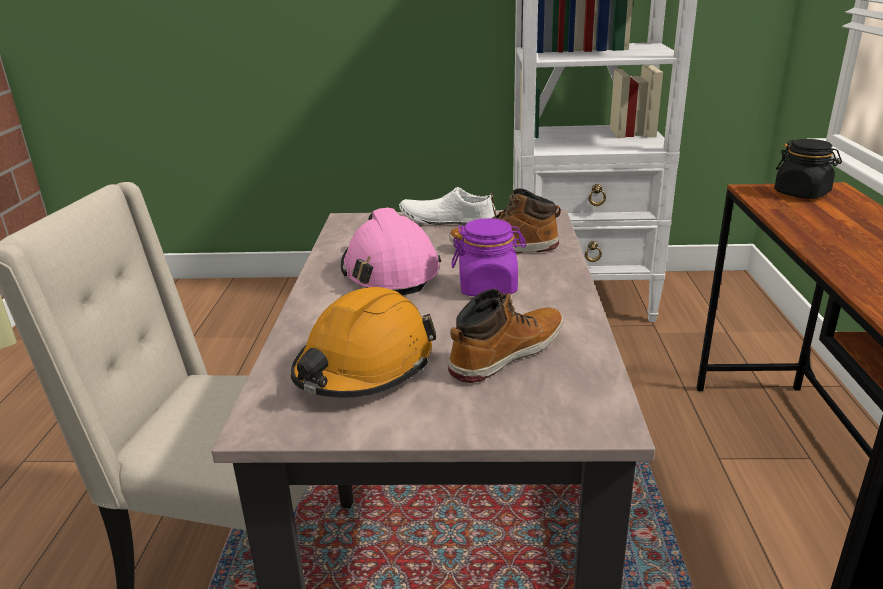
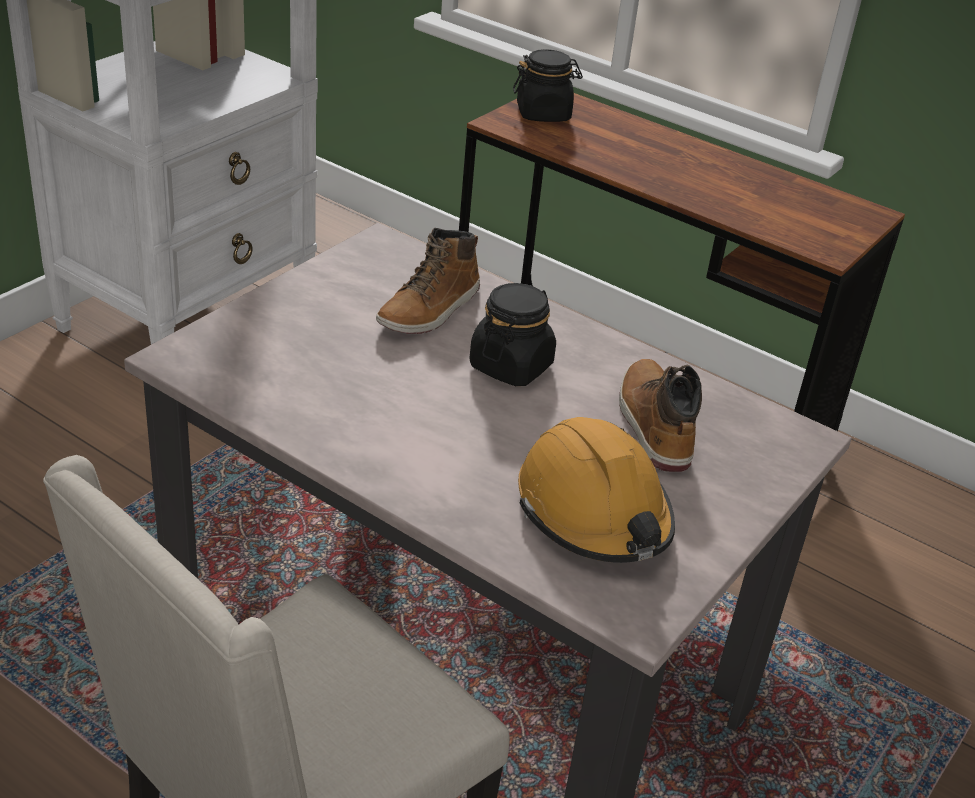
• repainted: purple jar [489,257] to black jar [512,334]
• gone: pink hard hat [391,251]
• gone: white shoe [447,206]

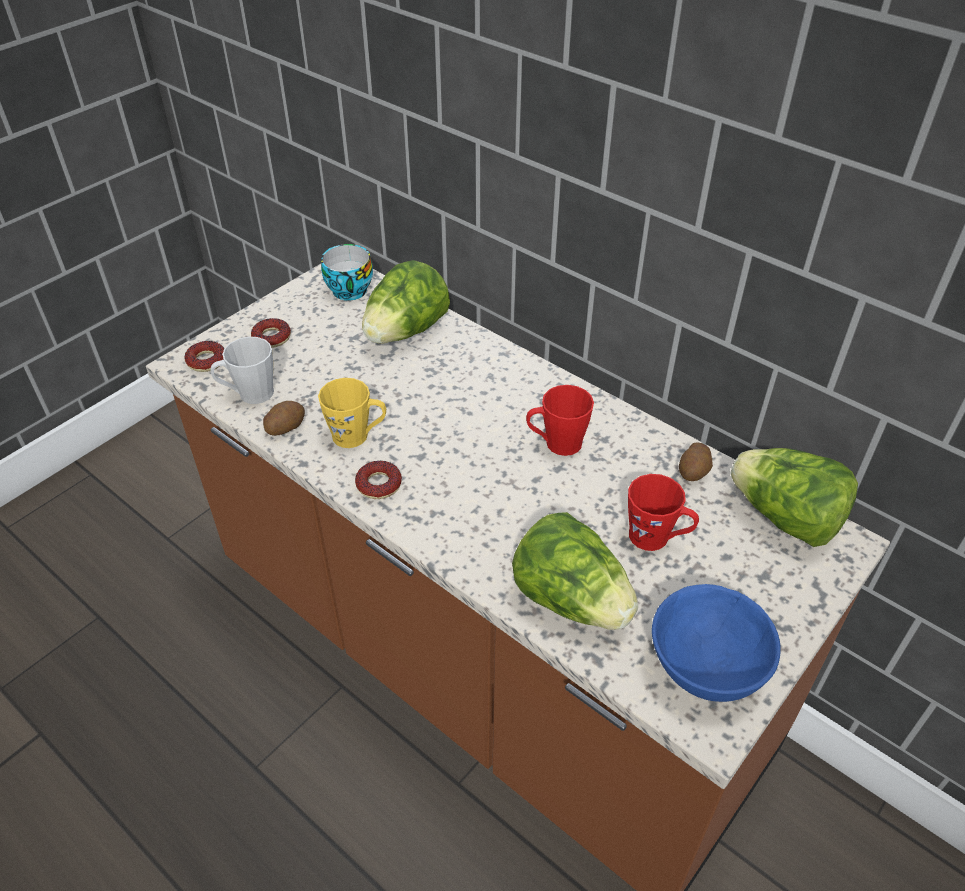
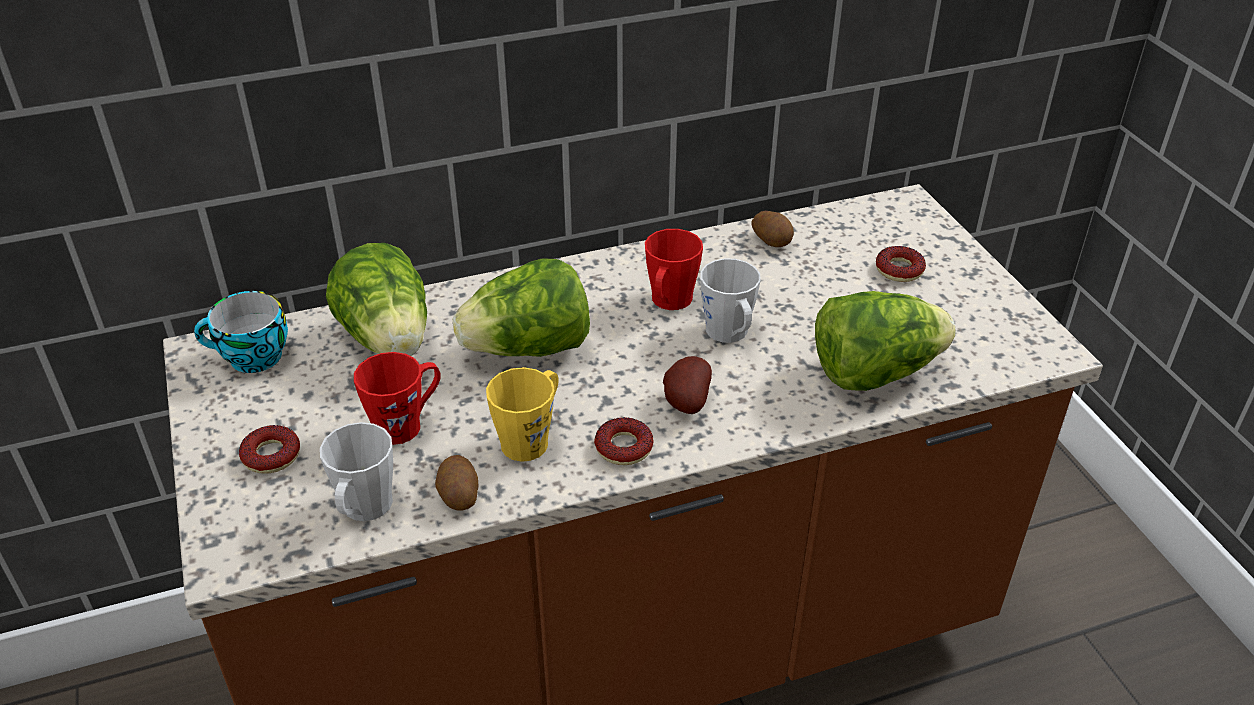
• shifted: red mug [663,512] to [397,398]
• shifted: lettuce [794,497] to [521,307]
• new: potato [687,385]
• new: grey mug [730,300]
• shifted: donut [204,356] to [901,264]
• gone: blue bowl [716,643]

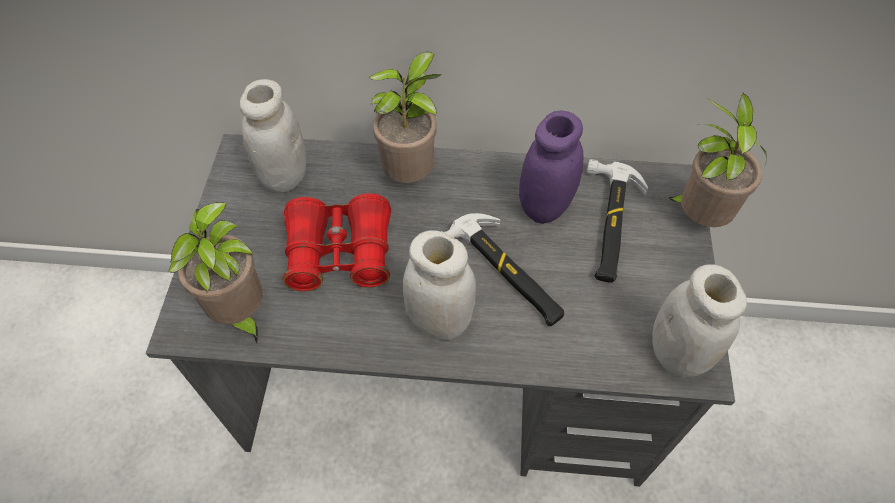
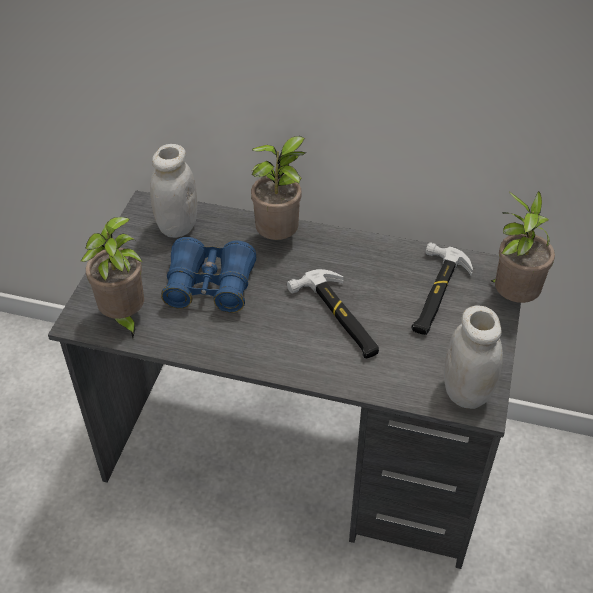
• repainted: red binoculars [336,242] to blue binoculars [208,275]
• gone: white jar [439,285]
• gone: purple jar [551,167]

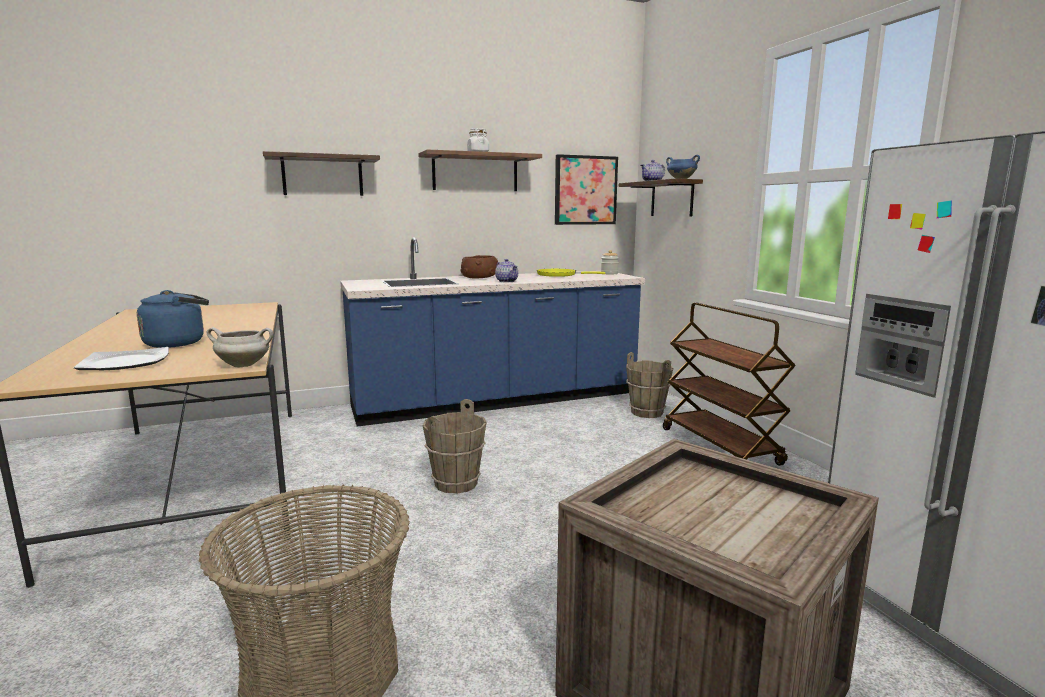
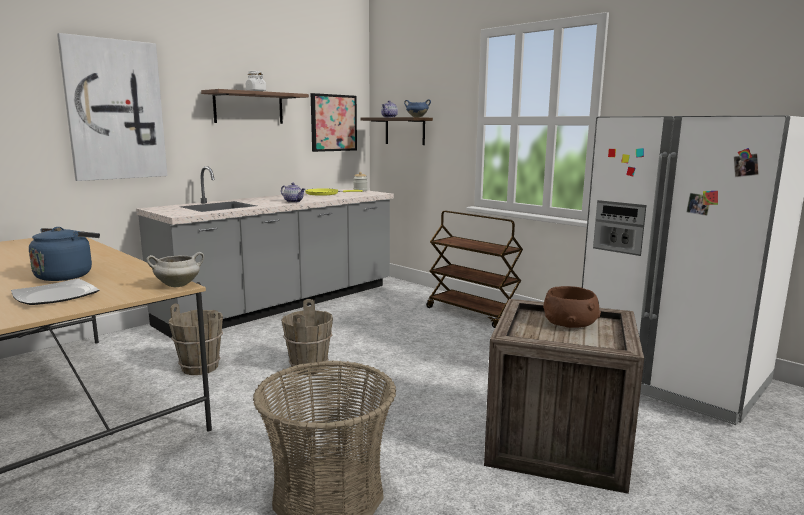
• swapped: shelf [321,173] to picture [112,107]
• repainted: blue counter [492,332] to grey counter [265,252]
• shifted: brown bucket [649,385] to [196,339]
• shifted: brown bowl [479,266] to [572,307]

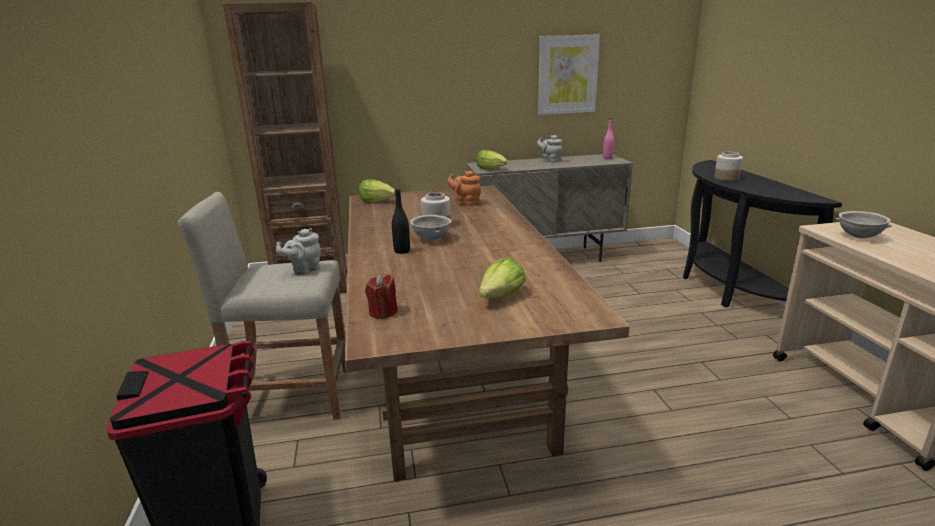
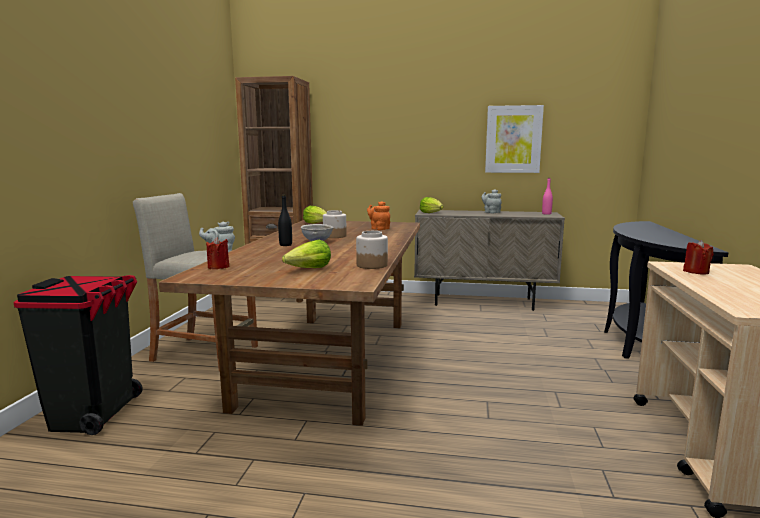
• shifted: jar [728,166] to [372,250]
• swapped: grey bowl [864,224] to red candle [698,257]

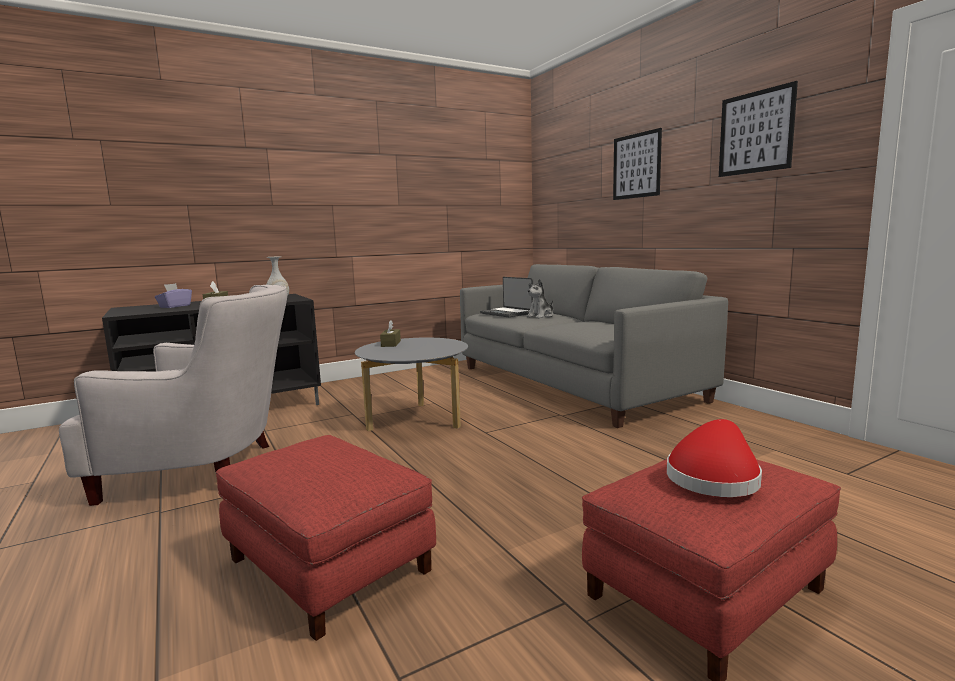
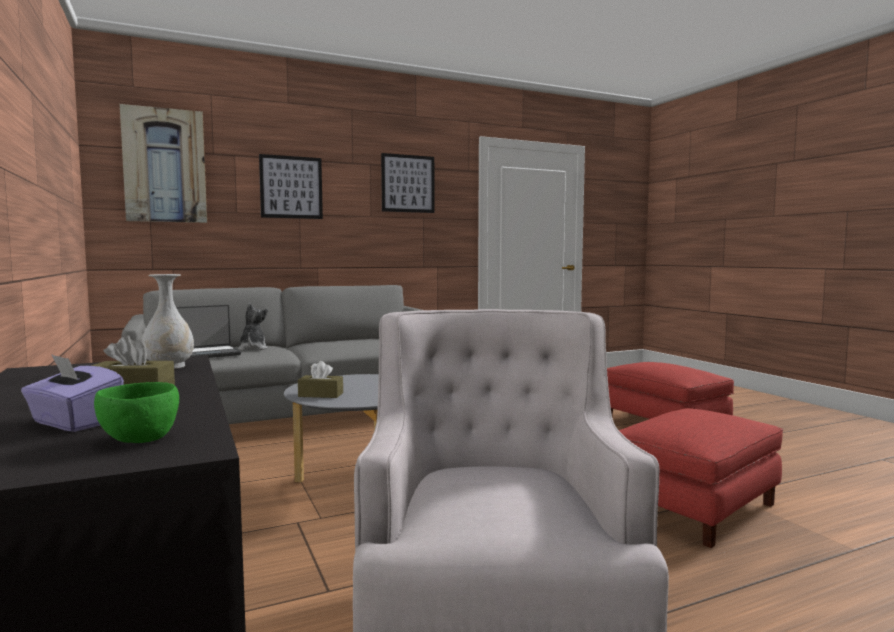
• new: green bowl [136,412]
• new: picture [163,163]
• rotated: plush toy [539,298] = [253,327] 150 degrees counterclockwise
• gone: red hat [714,458]

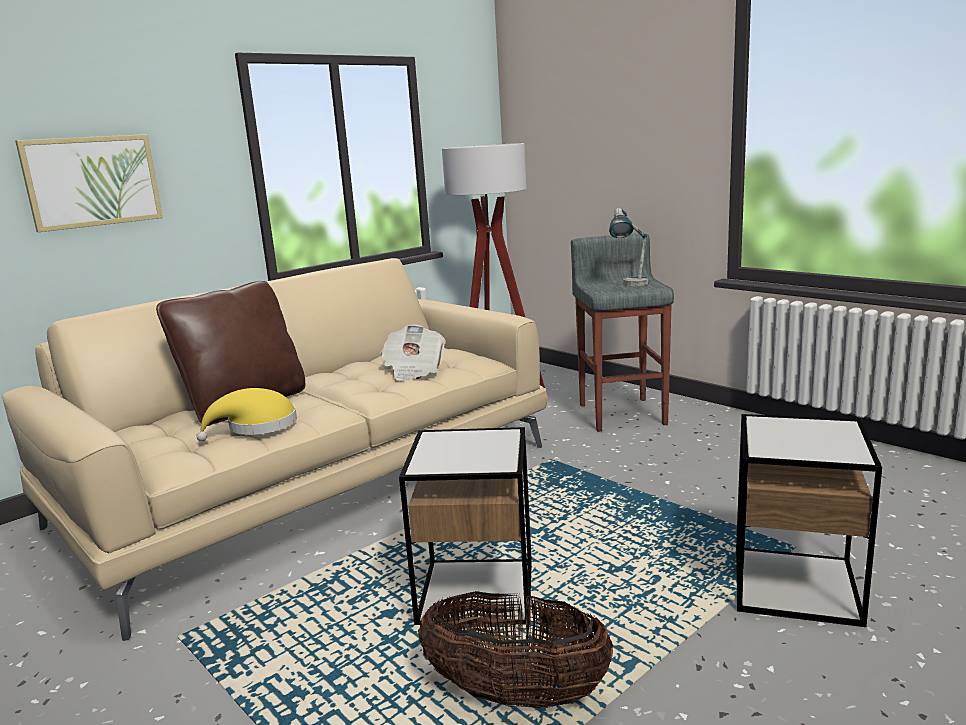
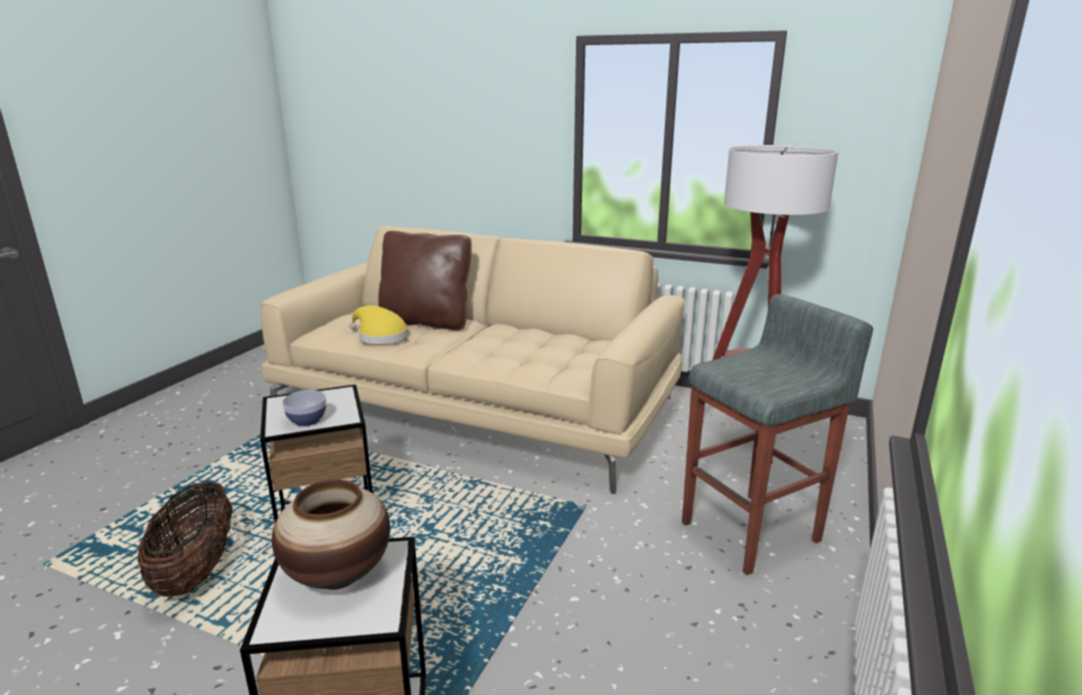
• new: vase [331,534]
• new: bowl [304,408]
• gone: picture [89,183]
• gone: newspaper [413,352]
• gone: table lamp [629,247]

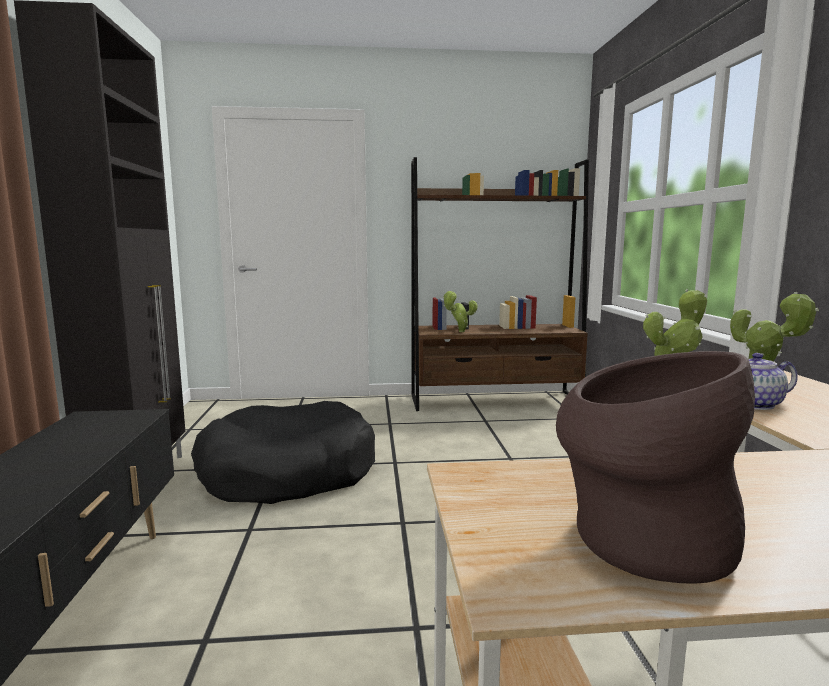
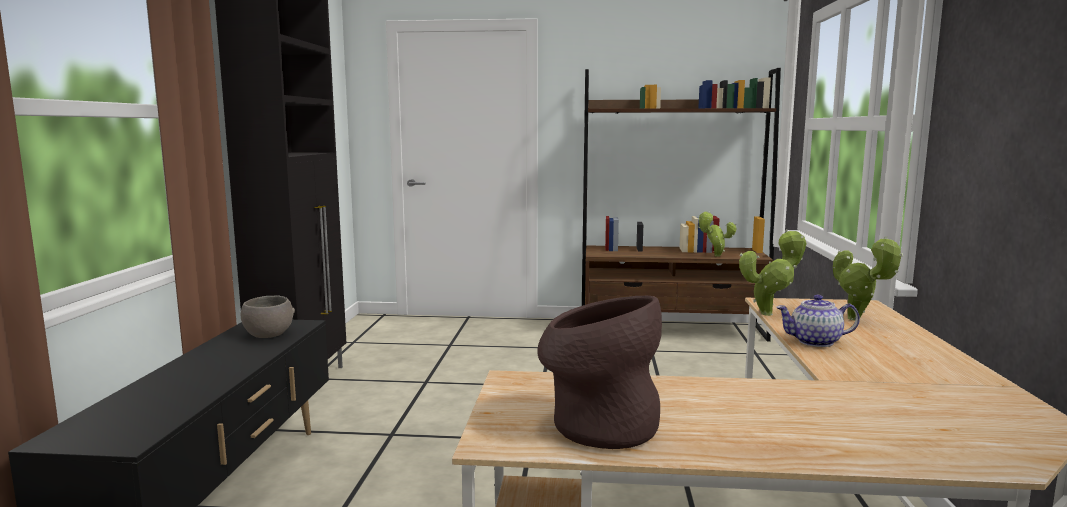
• new: grey bowl [268,317]
• shifted: potted plant [460,311] to [717,234]
• gone: black dog bed [283,452]

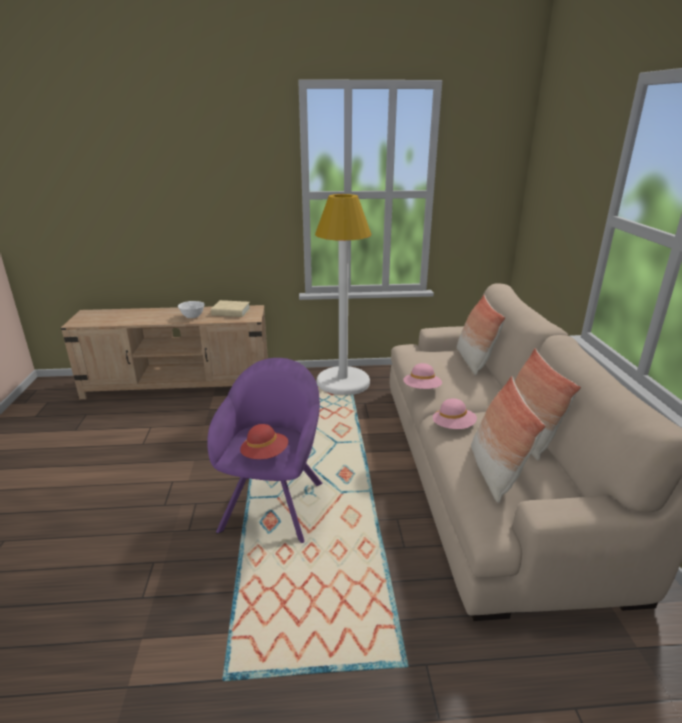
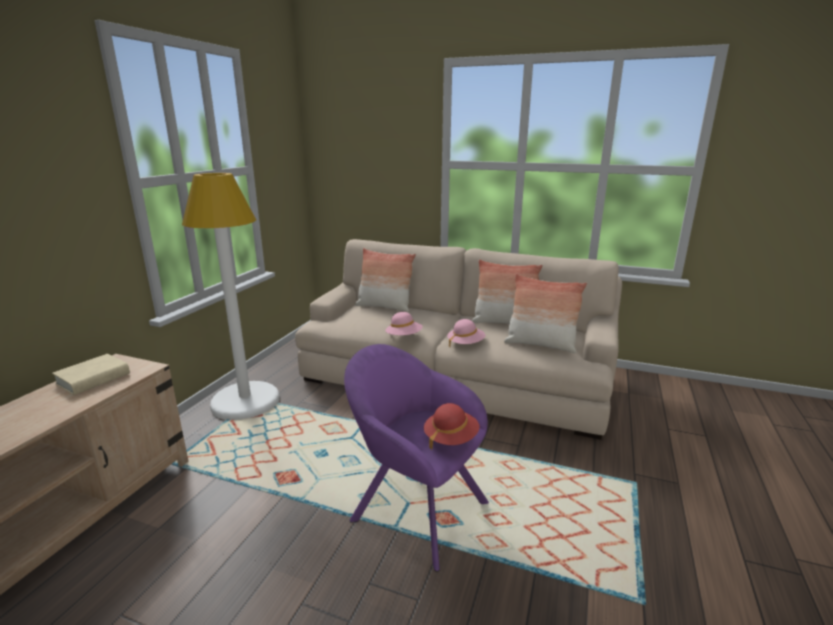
• gone: white bowl [191,309]

